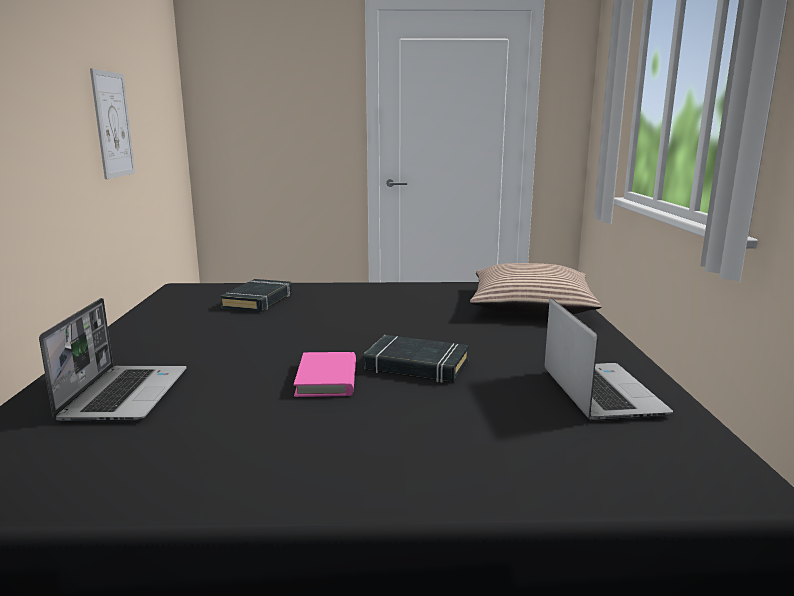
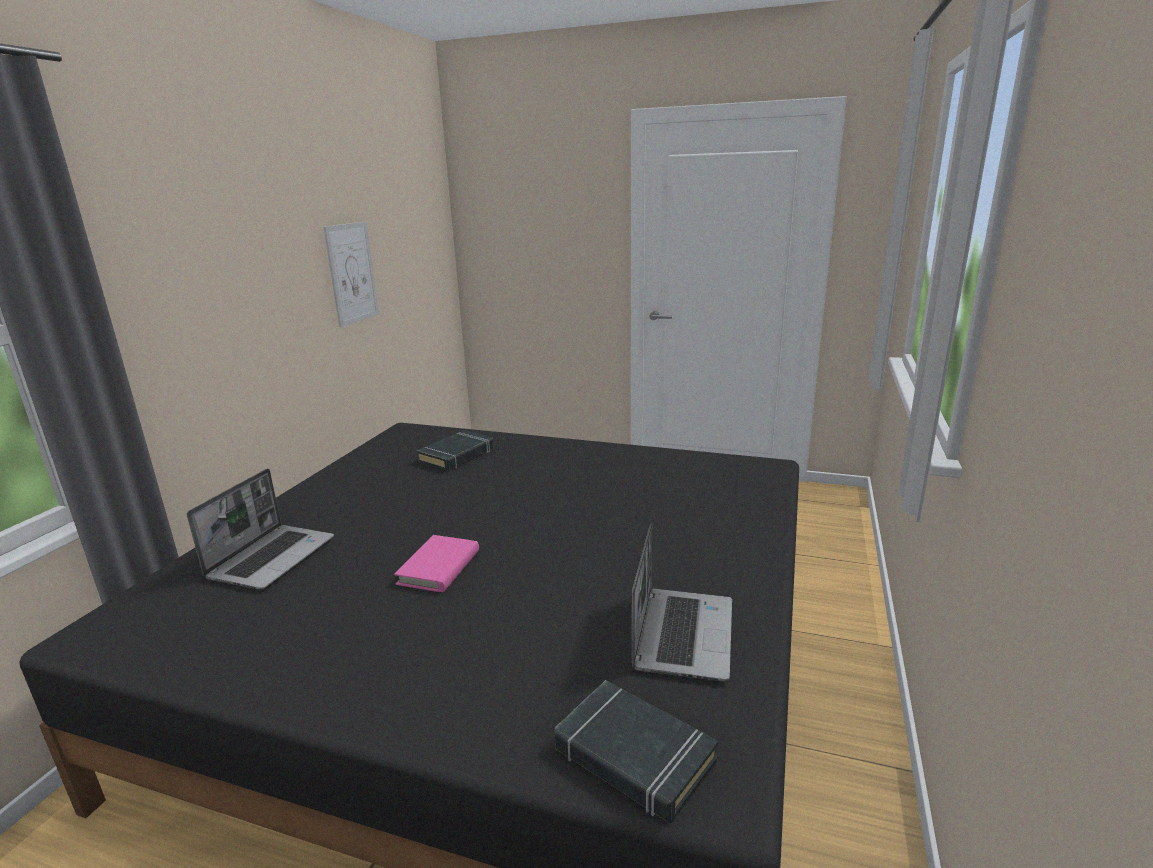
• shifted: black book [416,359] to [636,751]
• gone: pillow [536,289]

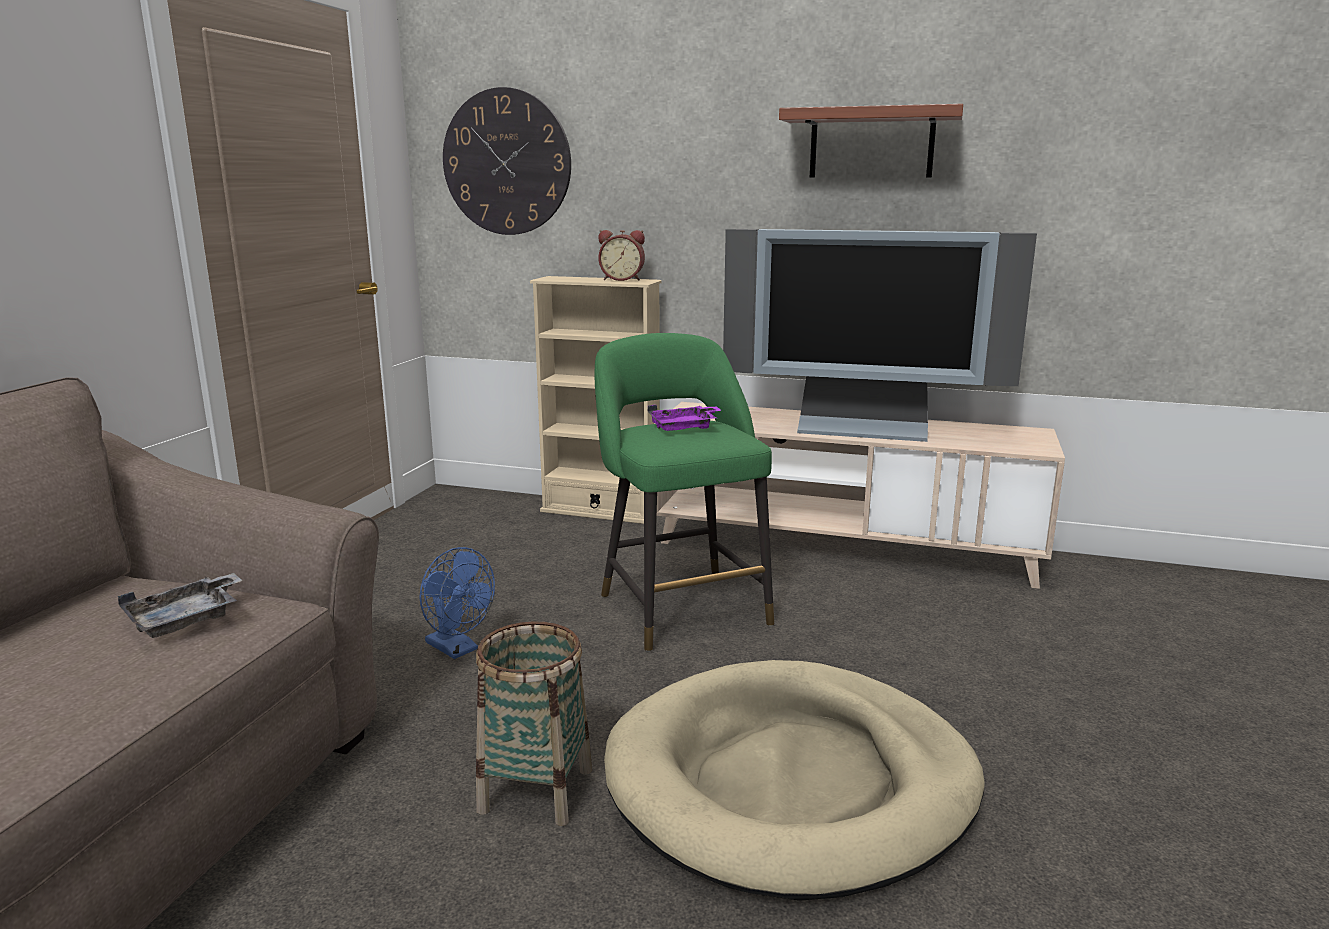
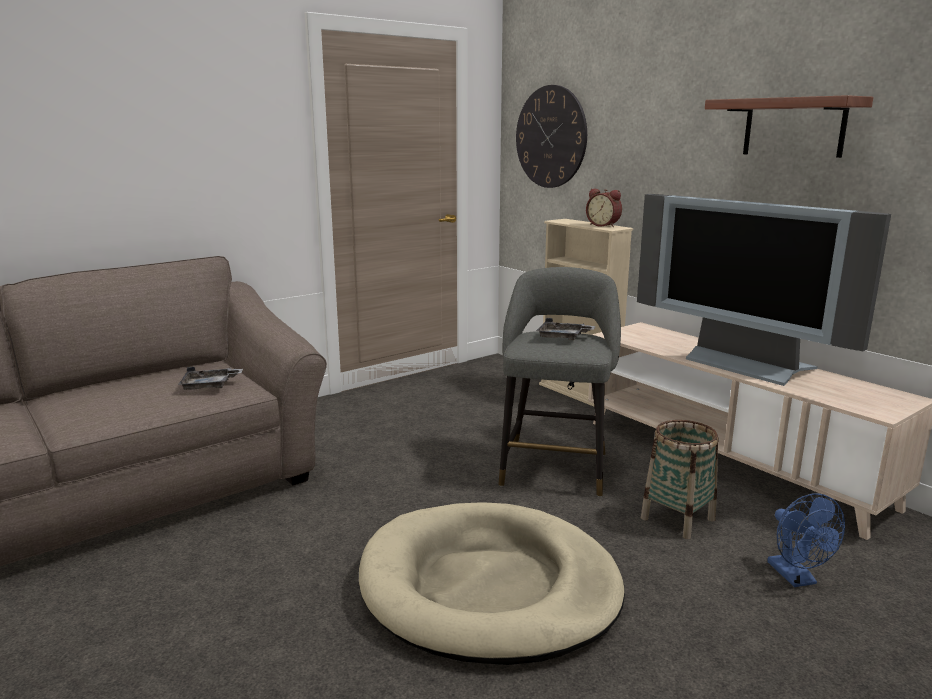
• repainted: green stool [684,492] to grey stool [559,382]
• repainted: purple tray [684,418] to grey tray [566,329]
• shifted: basket [534,724] to [680,479]
• shifted: blue fan [457,603] to [806,540]

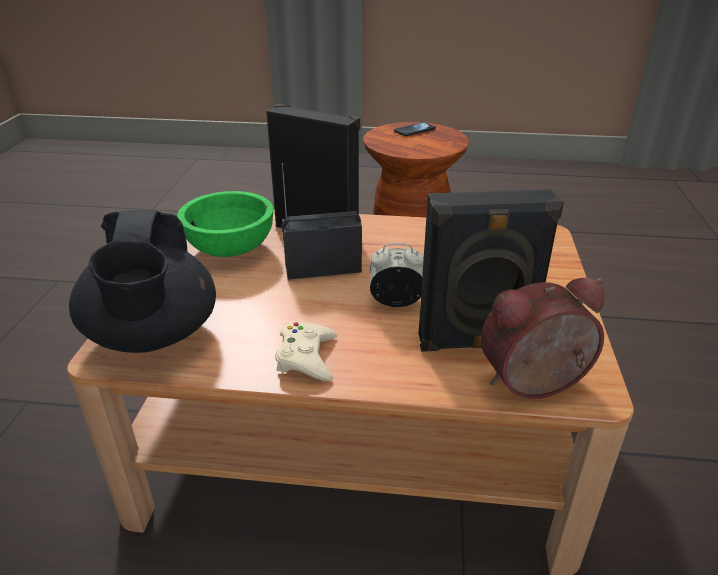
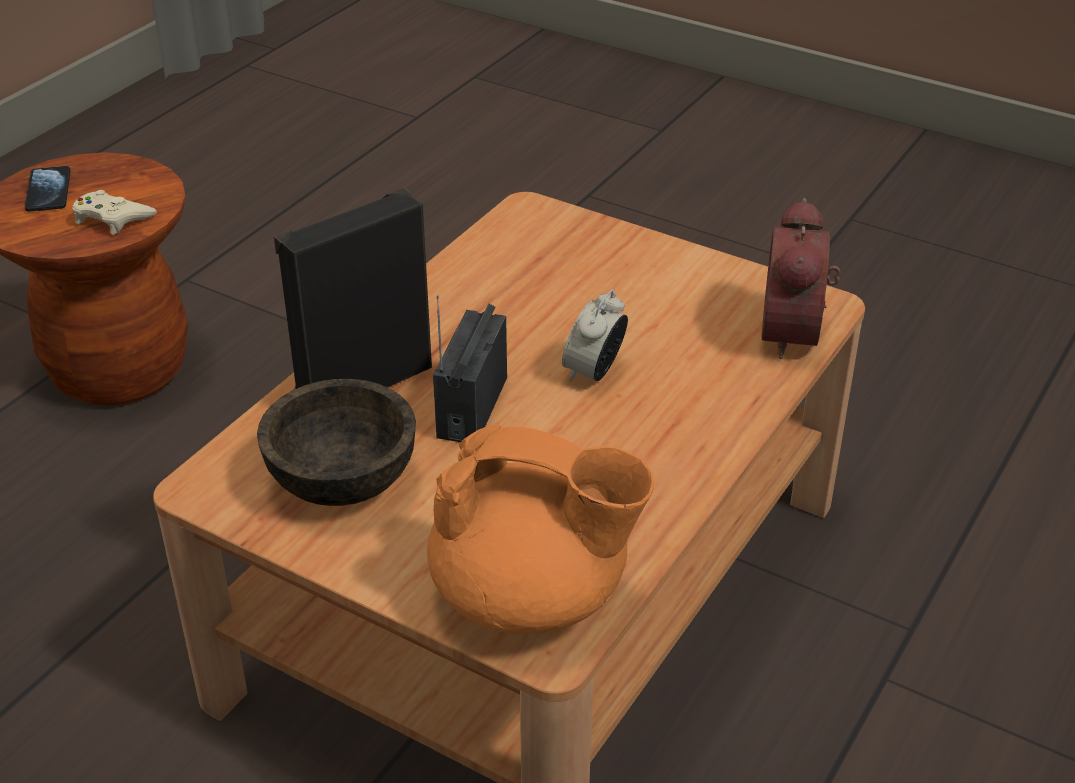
• shifted: beige game controller [306,352] to [114,212]
• repainted: green bowl [225,224] to brown bowl [336,442]
• repainted: black teapot [142,281] to orange teapot [540,529]
• gone: black speaker [491,270]

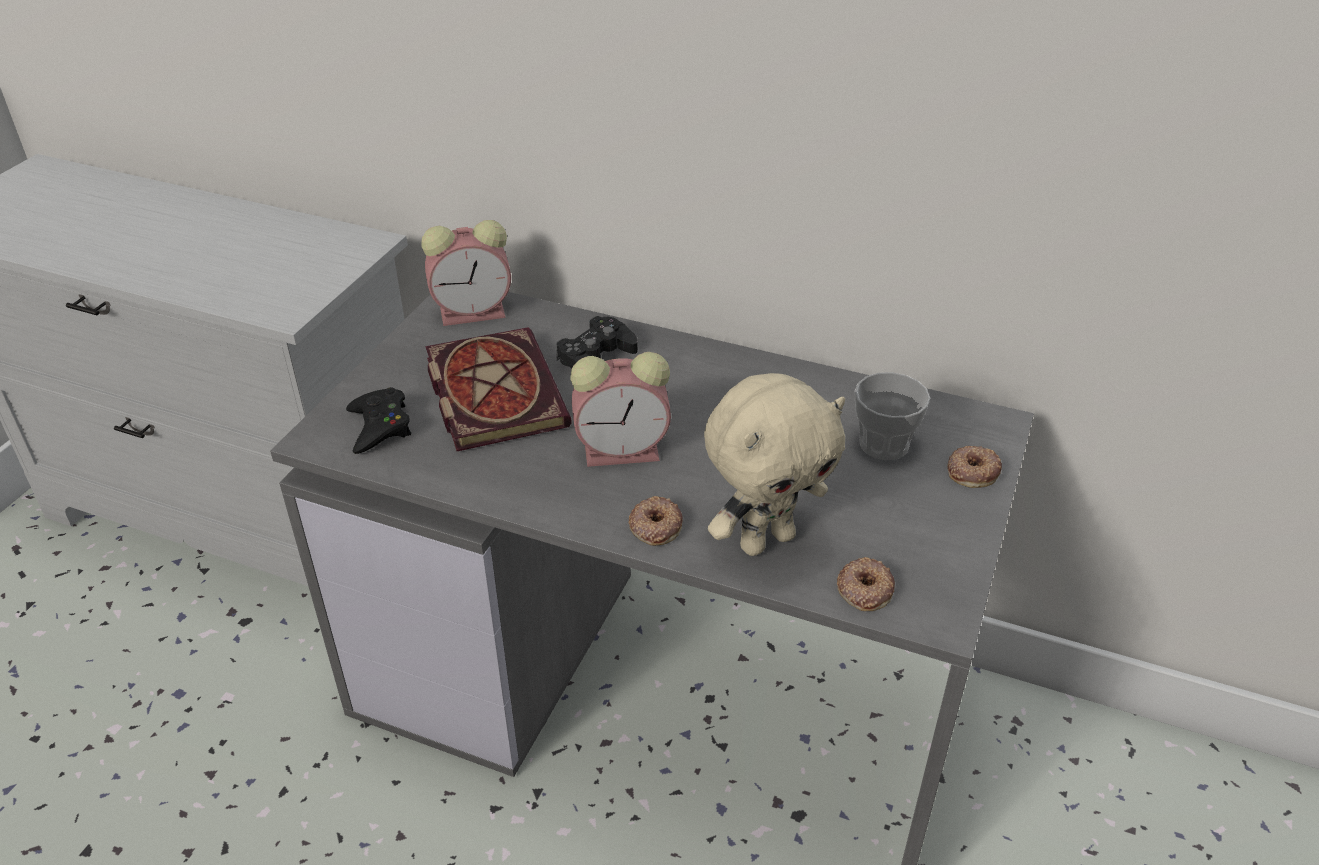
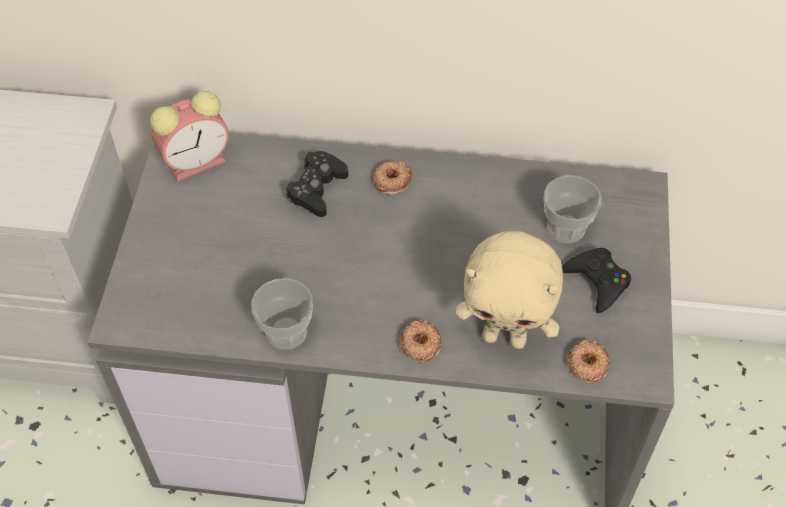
• new: cup [282,314]
• shifted: donut [974,467] to [392,177]
• rotated: beige plush toy [774,464] = [509,290] 60 degrees clockwise
• shifted: black game controller [378,420] to [596,280]
• gone: book [498,389]
• gone: alarm clock [620,409]

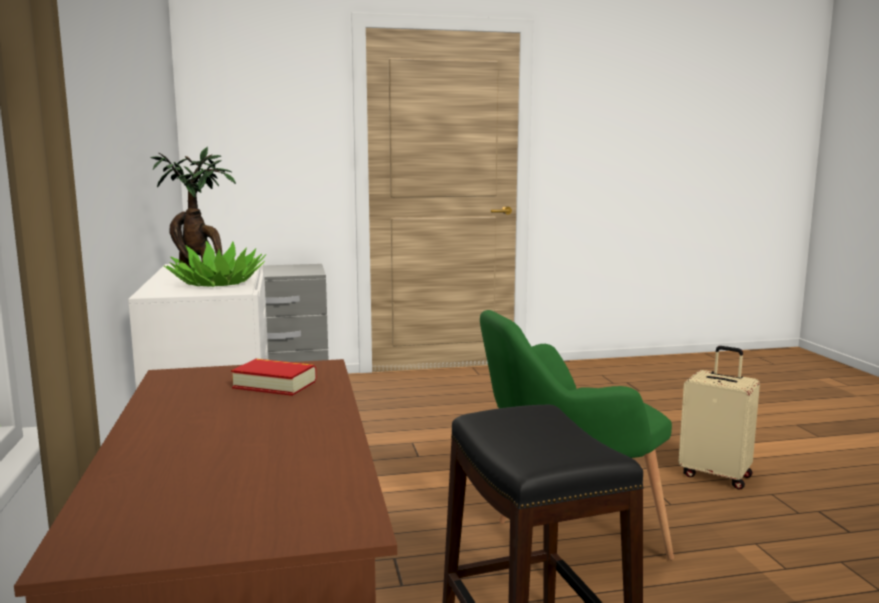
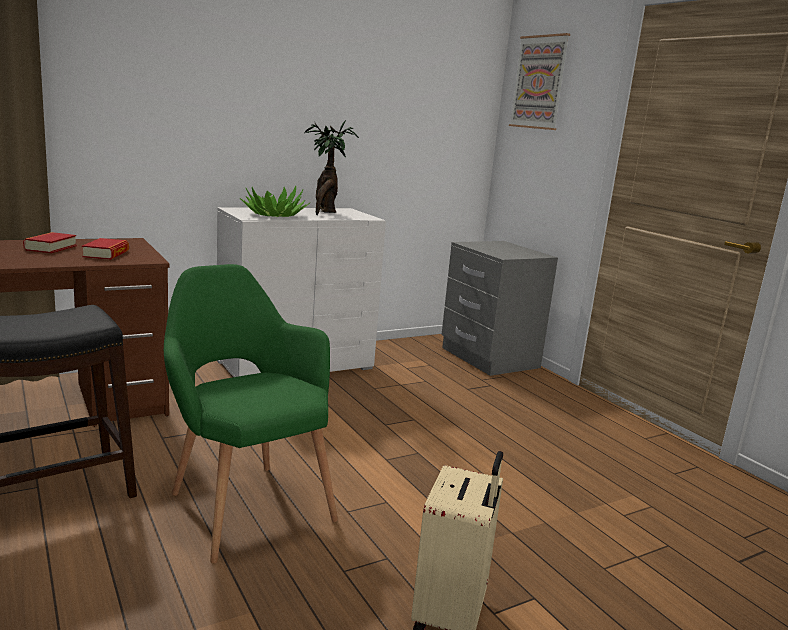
• new: book [50,242]
• new: picture [539,81]

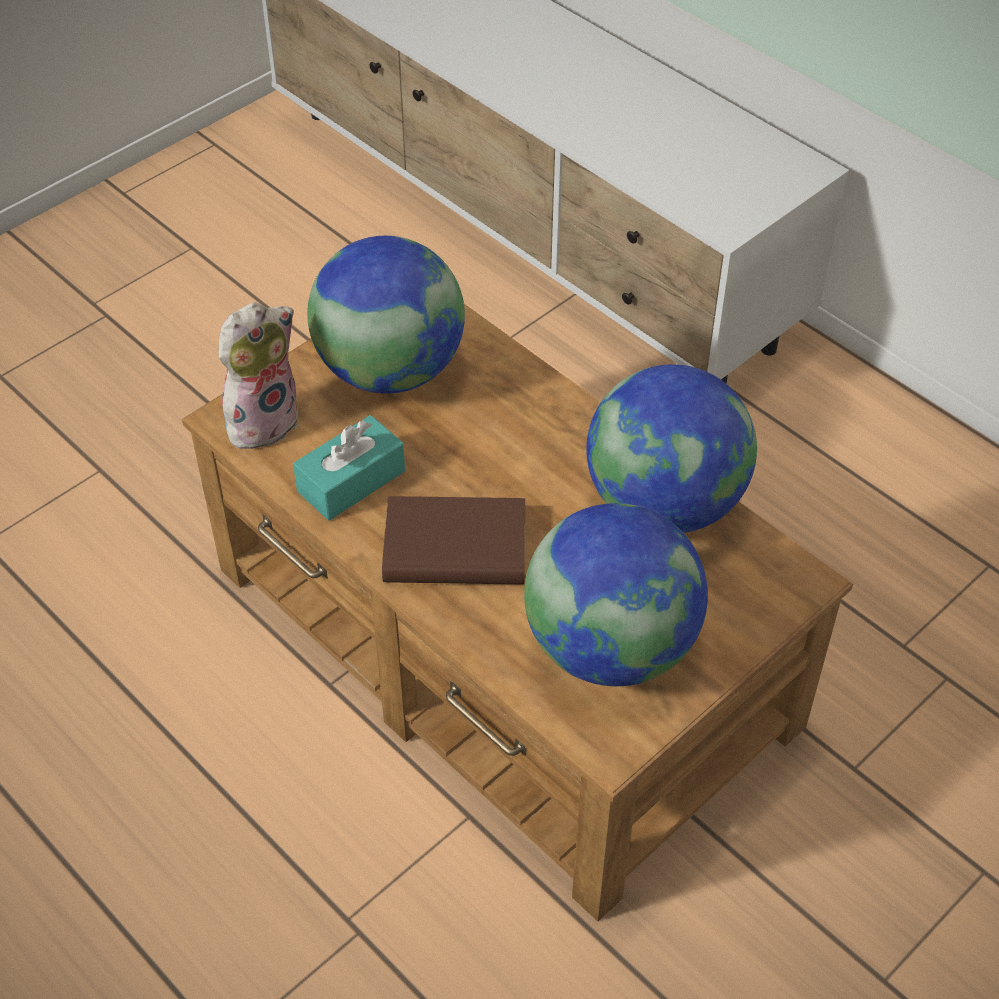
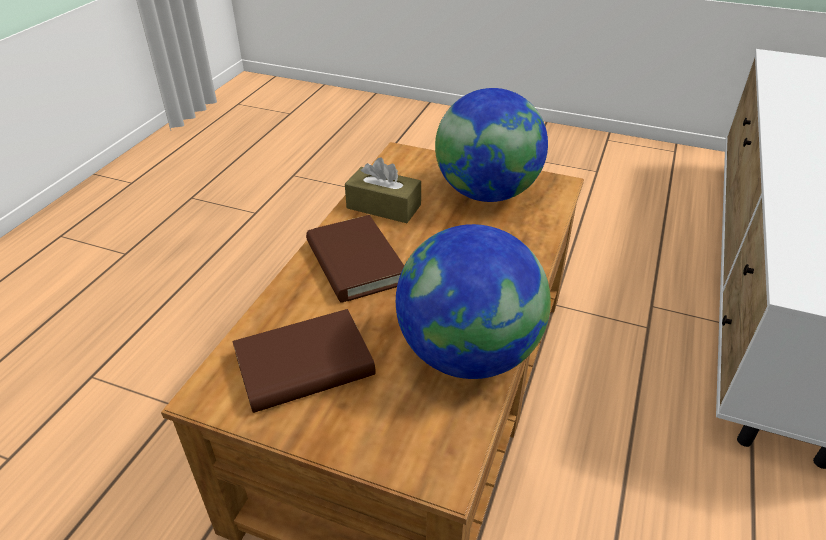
• swapped: globe [616,594] to brown book [304,361]
• repainted: turquoise tissue box [349,467] to brown tissue box [383,190]
• gone: plush toy [259,375]

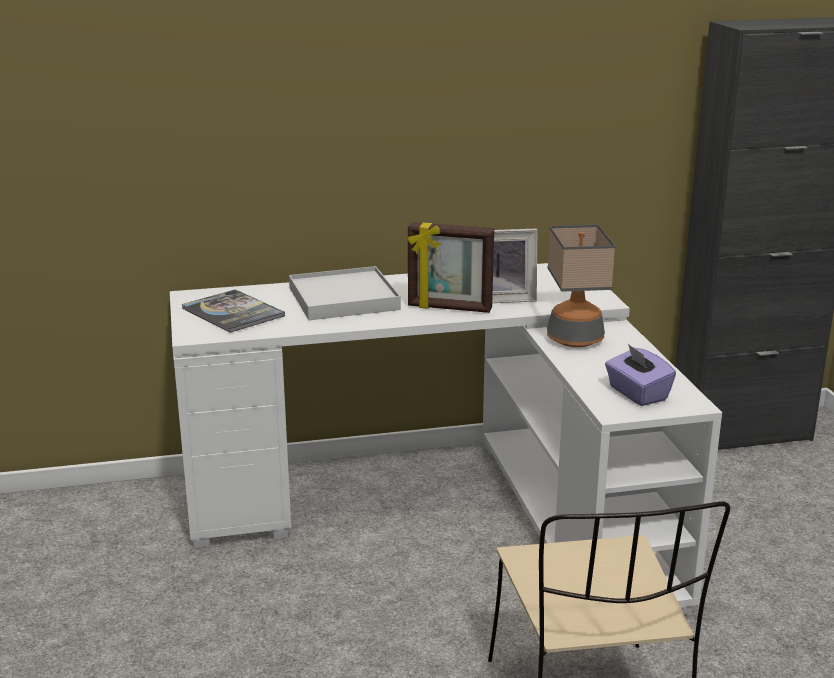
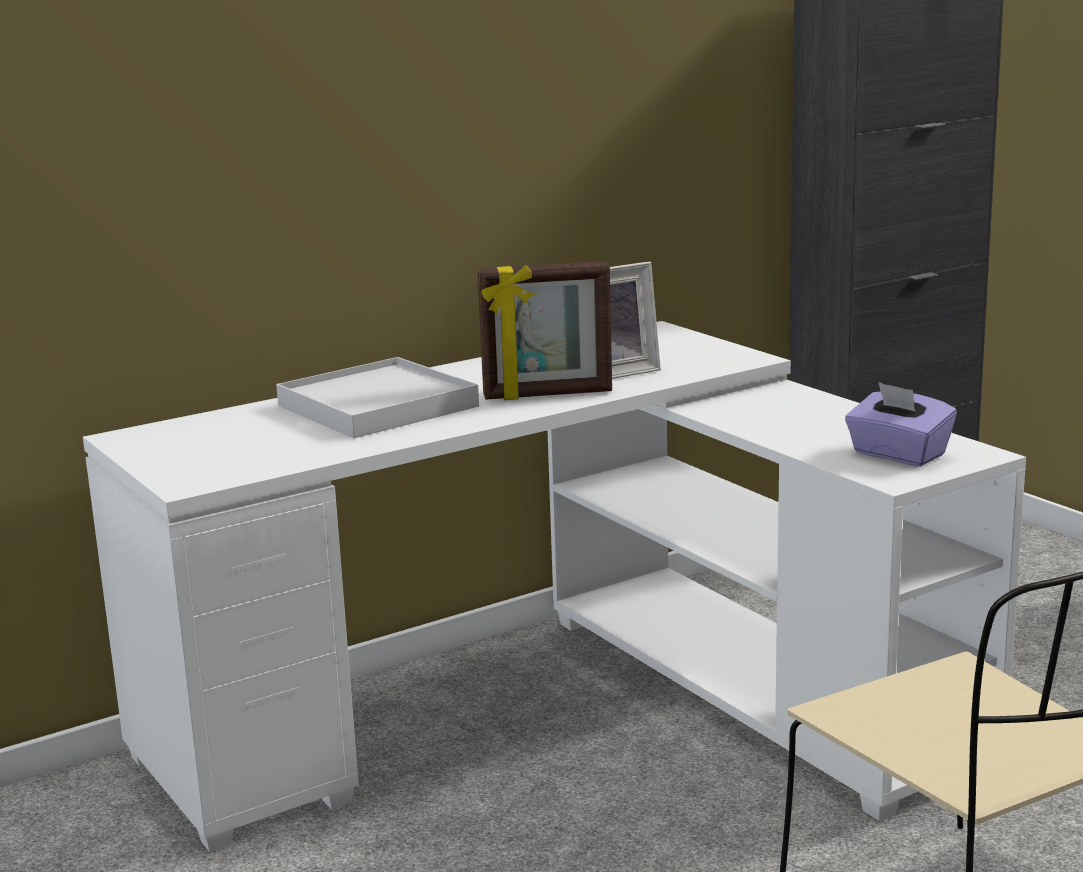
• gone: book [233,311]
• gone: table lamp [581,286]

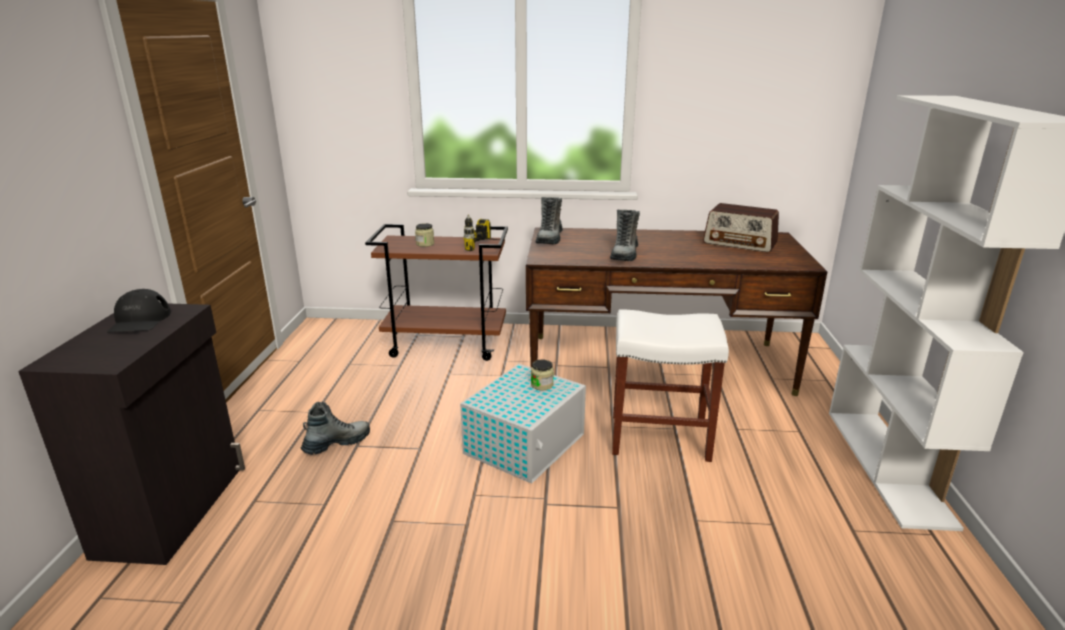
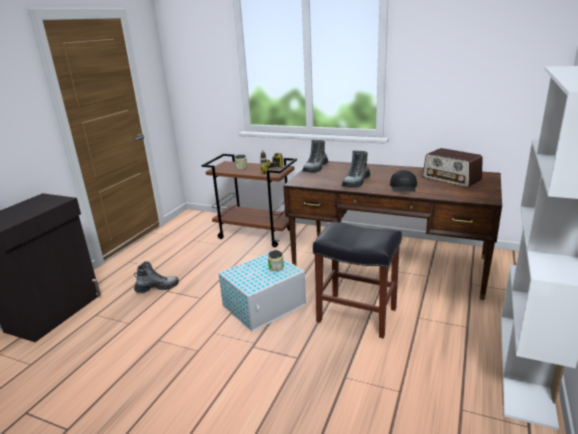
• repainted: white stool [670,385] to black stool [357,279]
• shifted: black cap [139,310] to [403,181]

